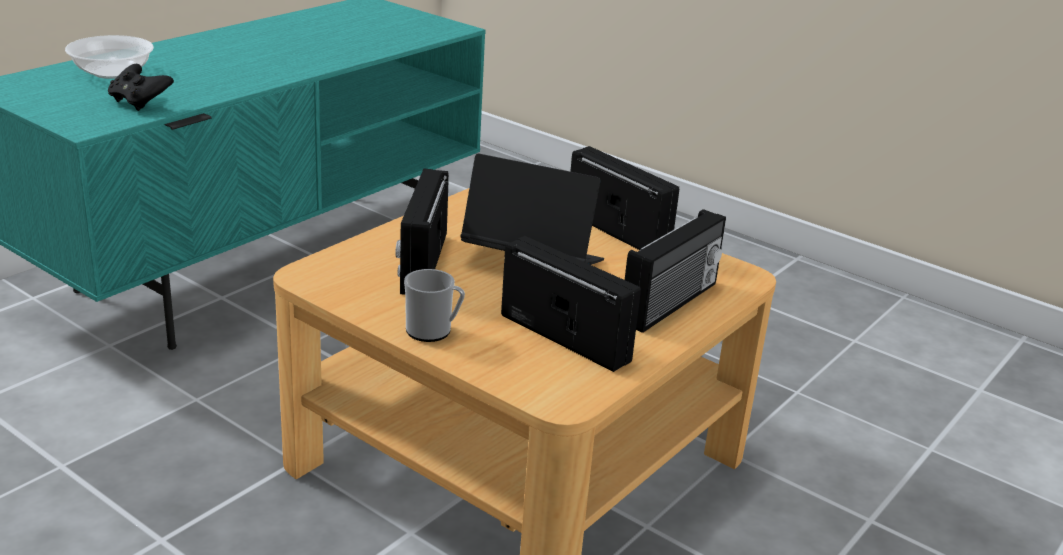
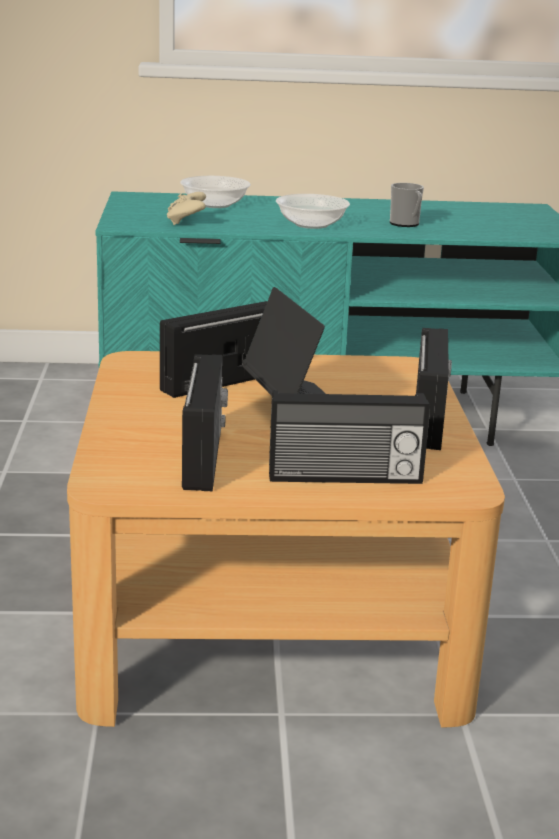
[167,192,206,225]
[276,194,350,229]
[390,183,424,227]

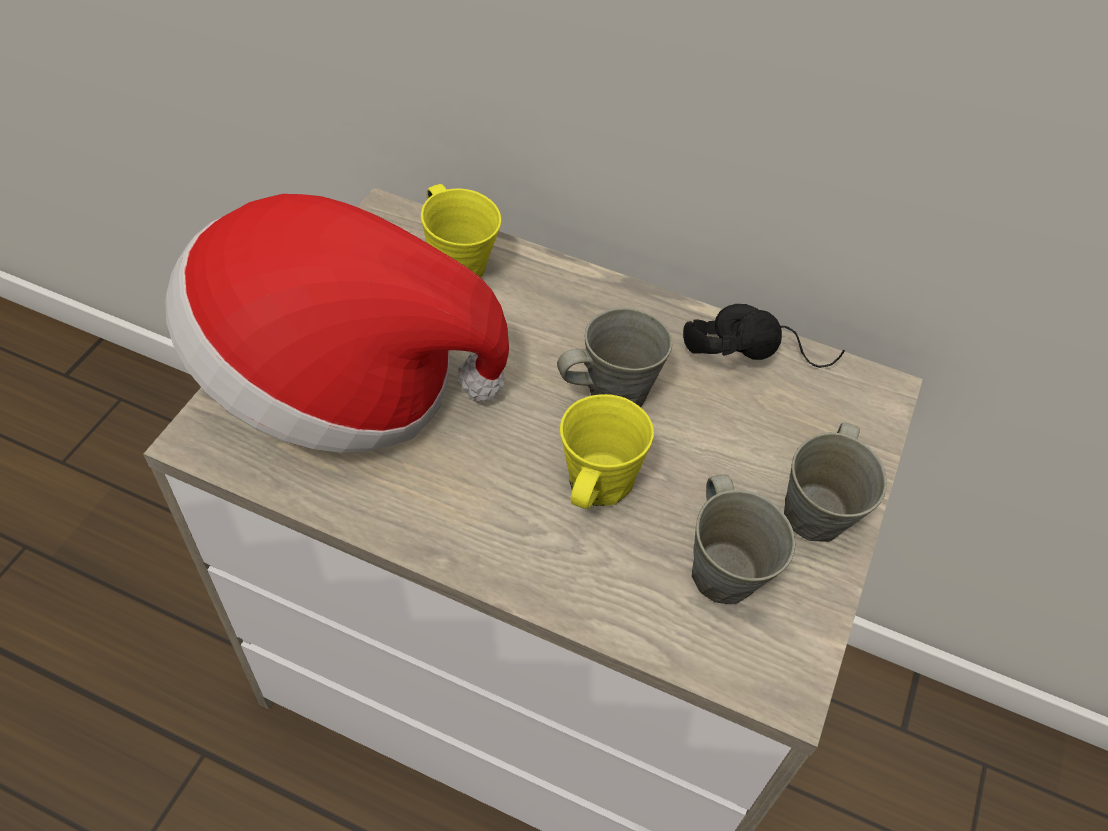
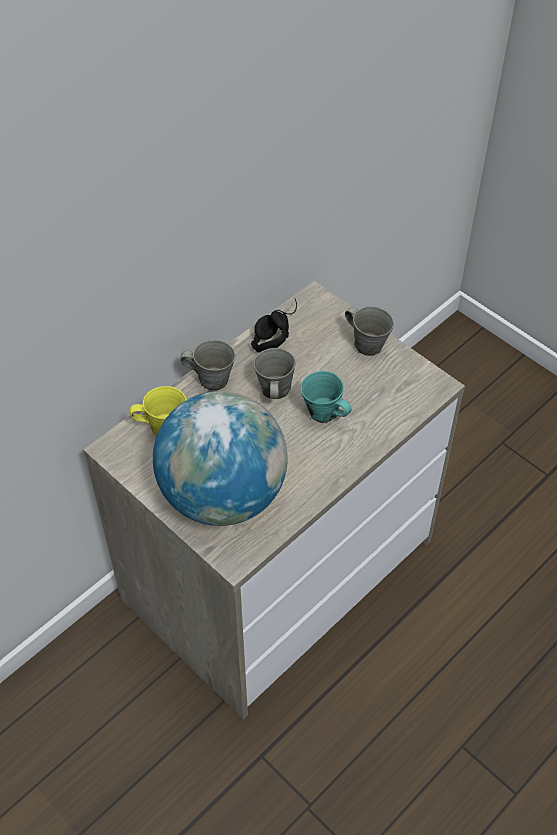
[153,391,288,526]
[180,340,235,390]
[301,371,352,423]

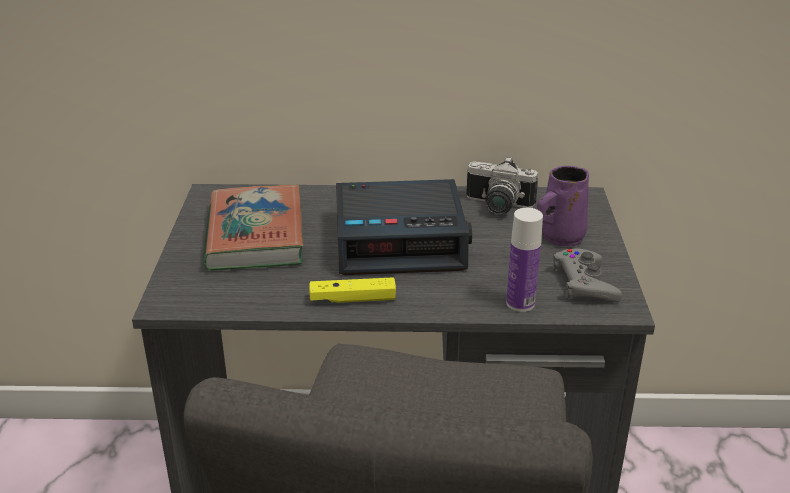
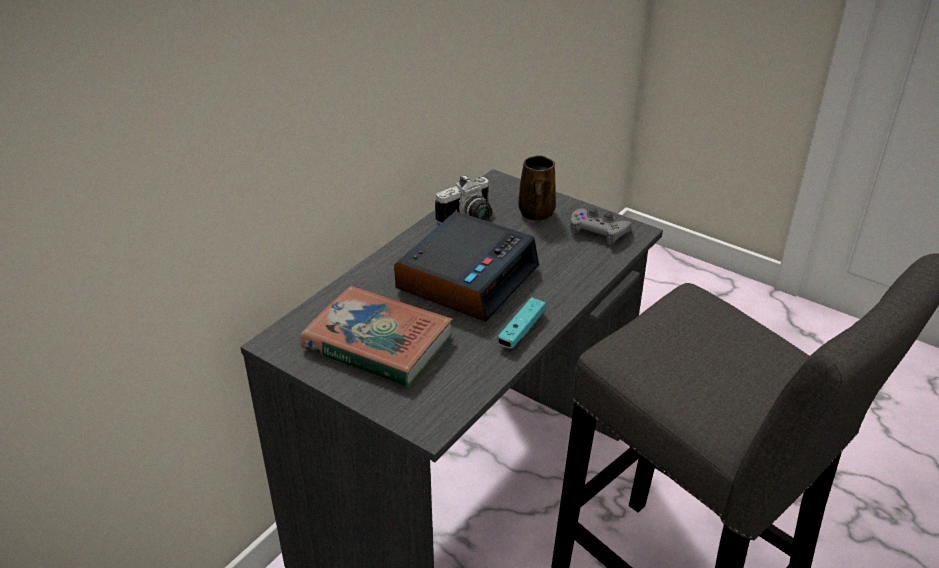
[497,297,546,349]
[518,155,556,220]
[506,208,543,312] (first image)

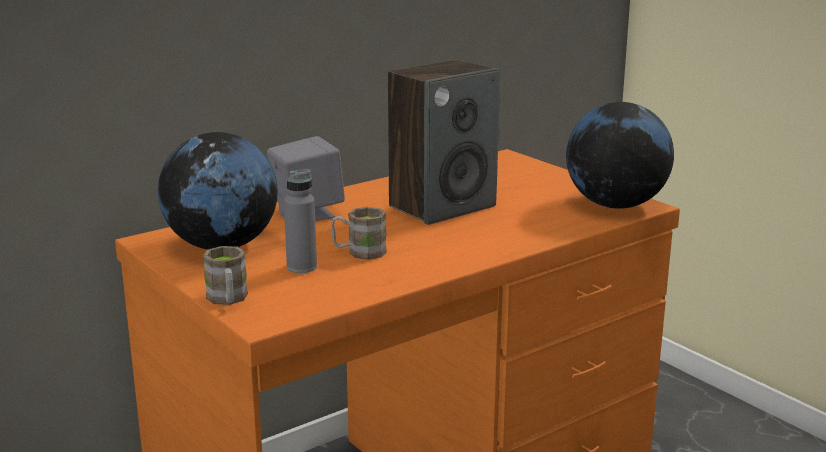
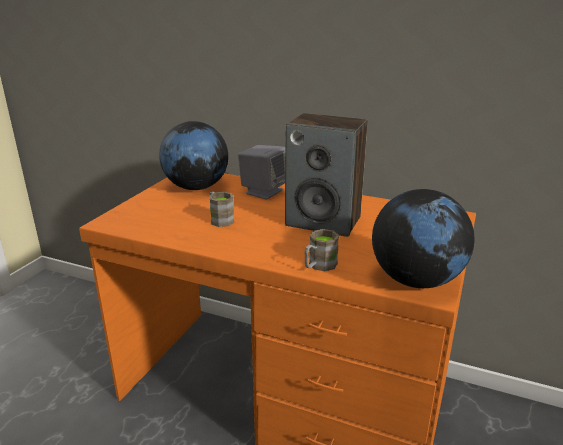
[304,229,339,271]
[284,169,317,273] (first image)

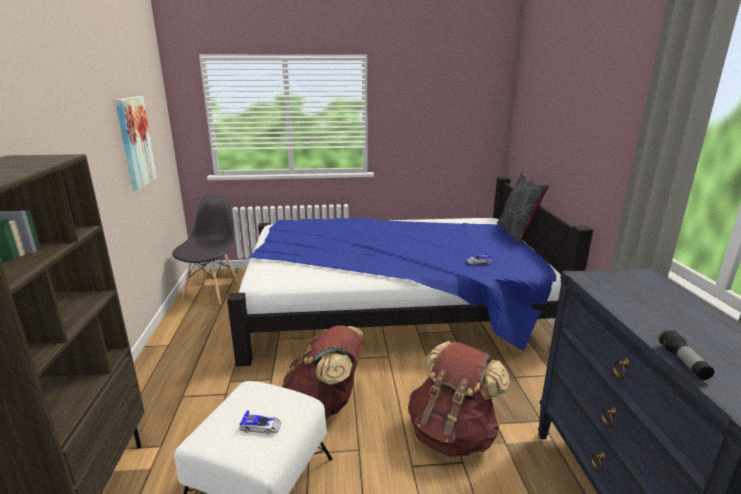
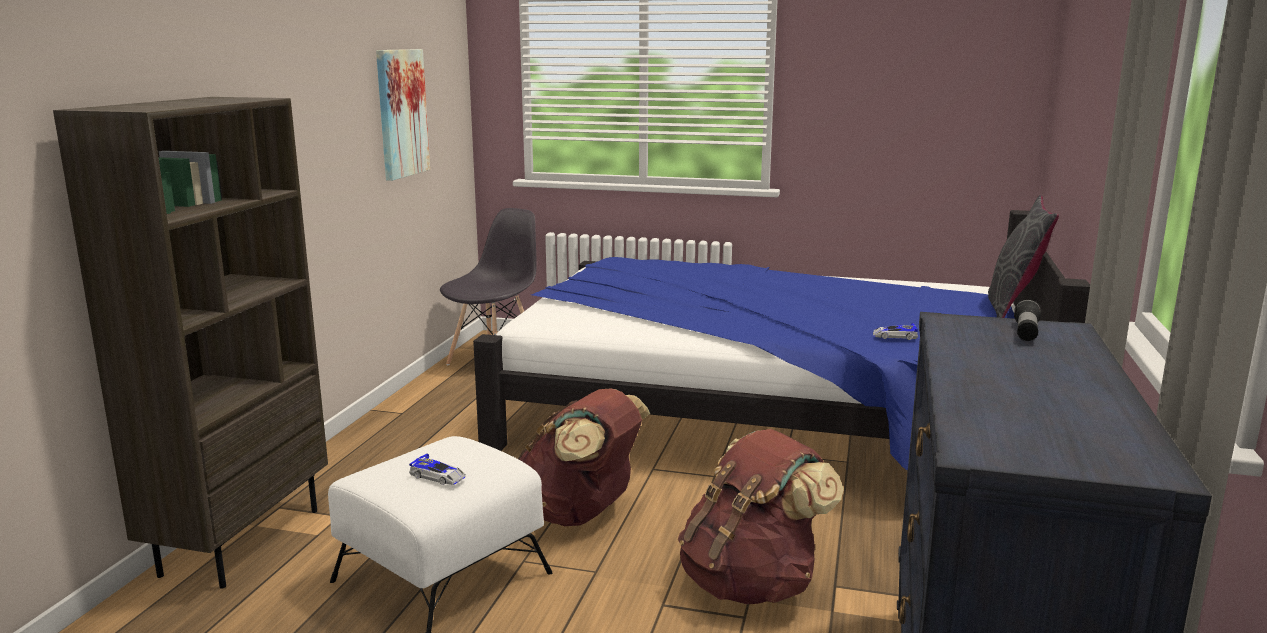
[1014,300,1041,341]

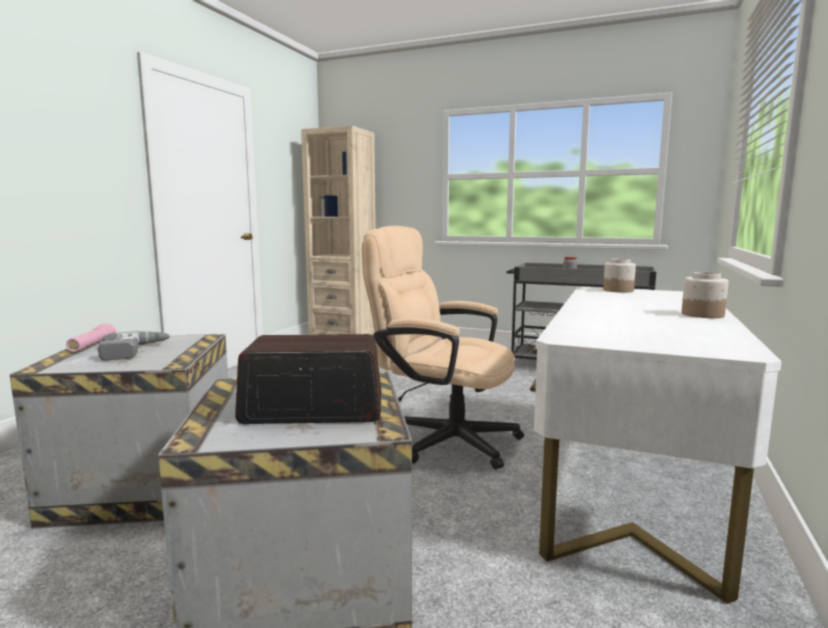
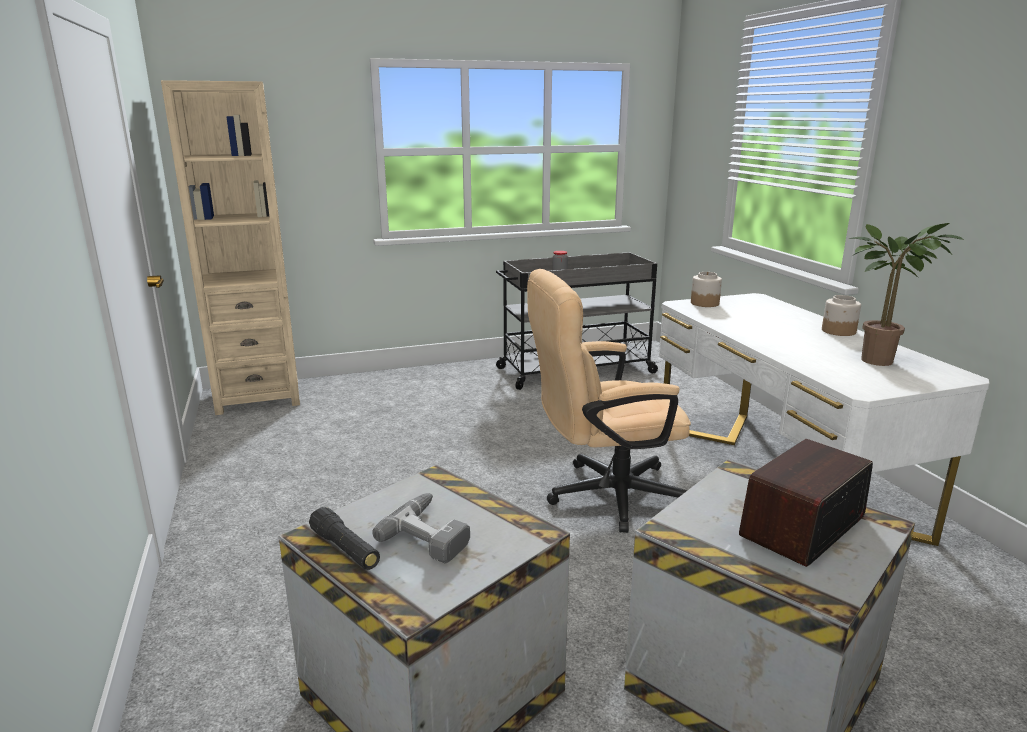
[309,507,380,570]
[848,223,964,366]

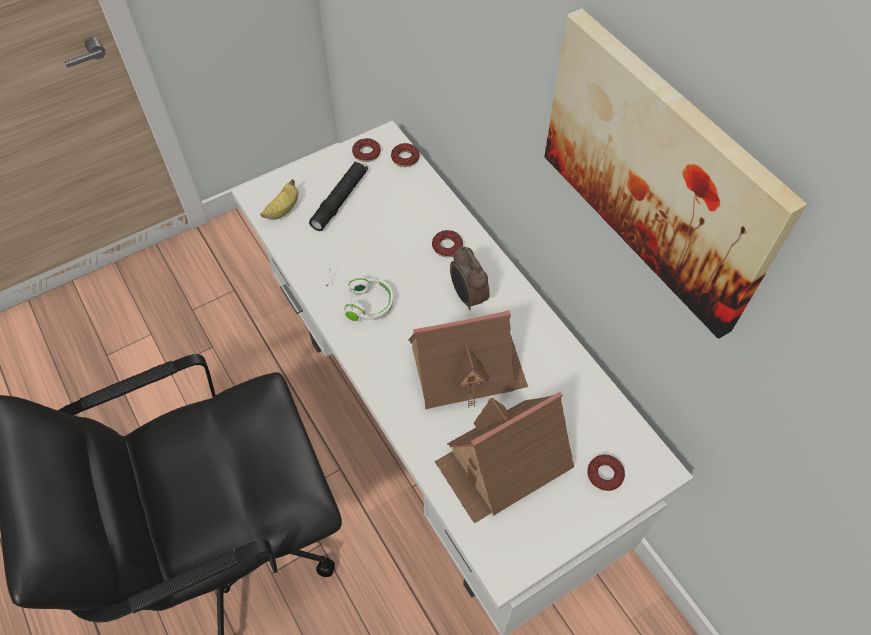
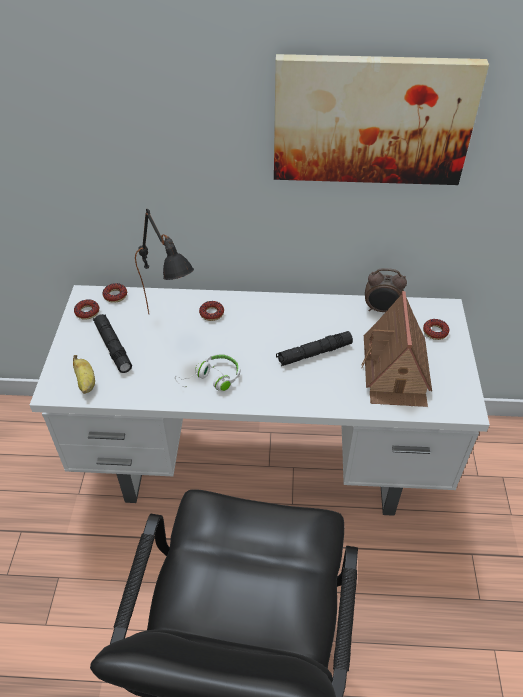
[135,209,194,315]
[276,331,353,366]
[365,268,407,312]

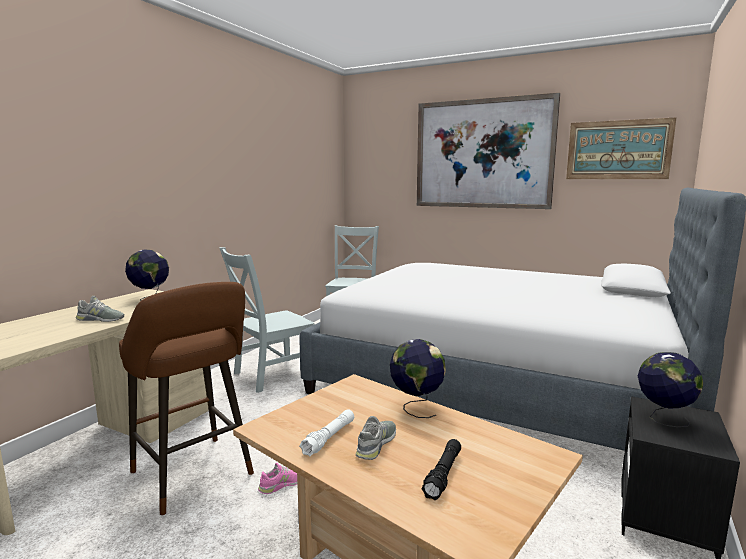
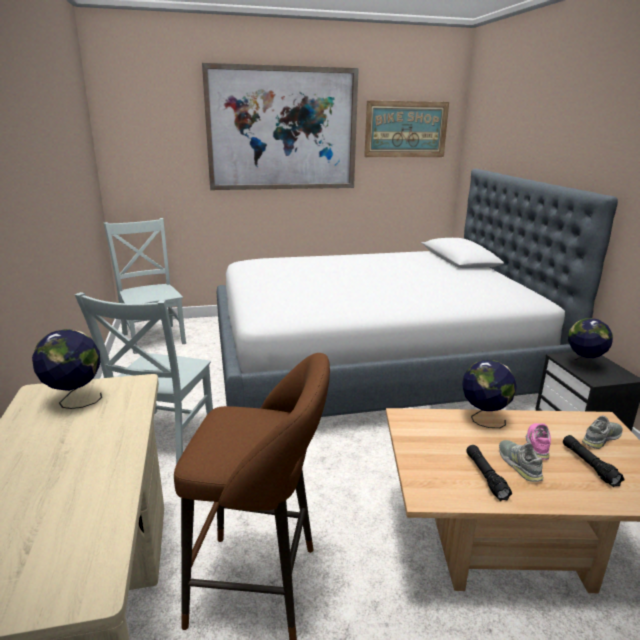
[466,445,512,501]
[526,423,551,460]
[582,416,623,449]

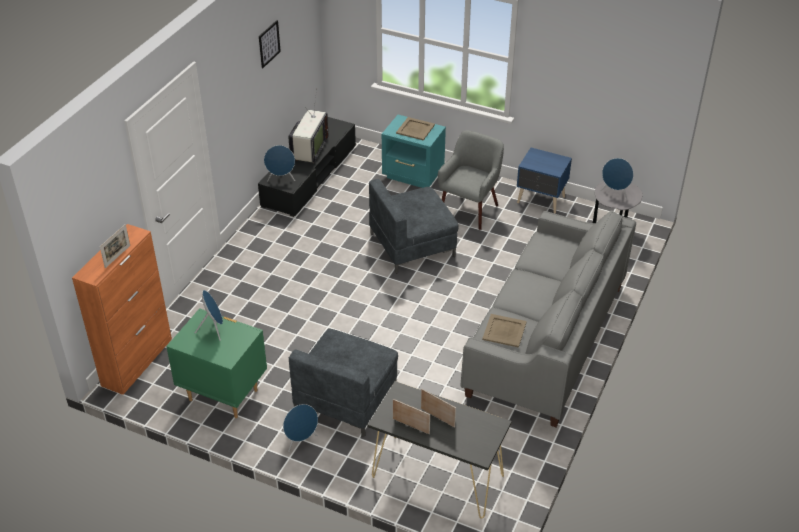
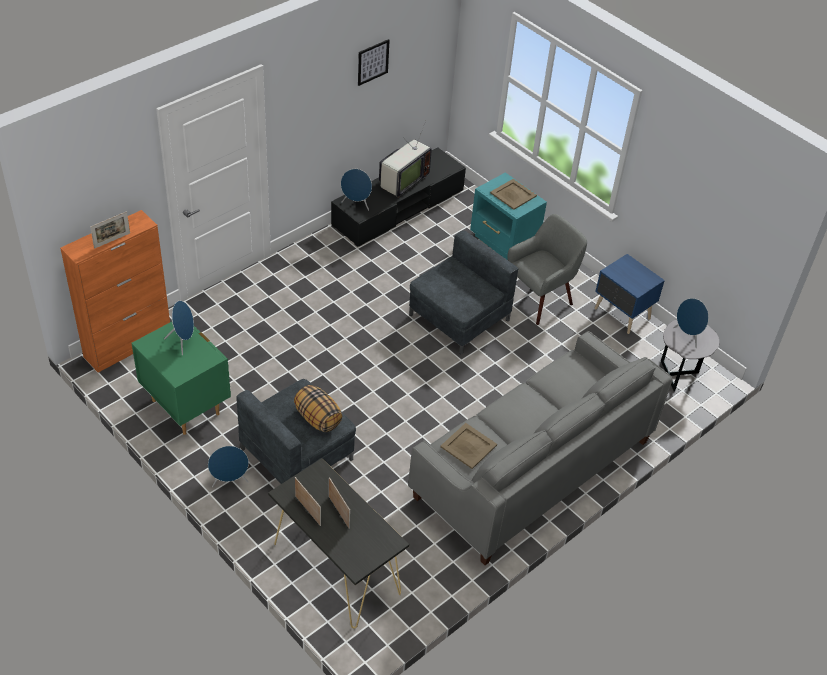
[294,385,342,432]
[409,230,518,355]

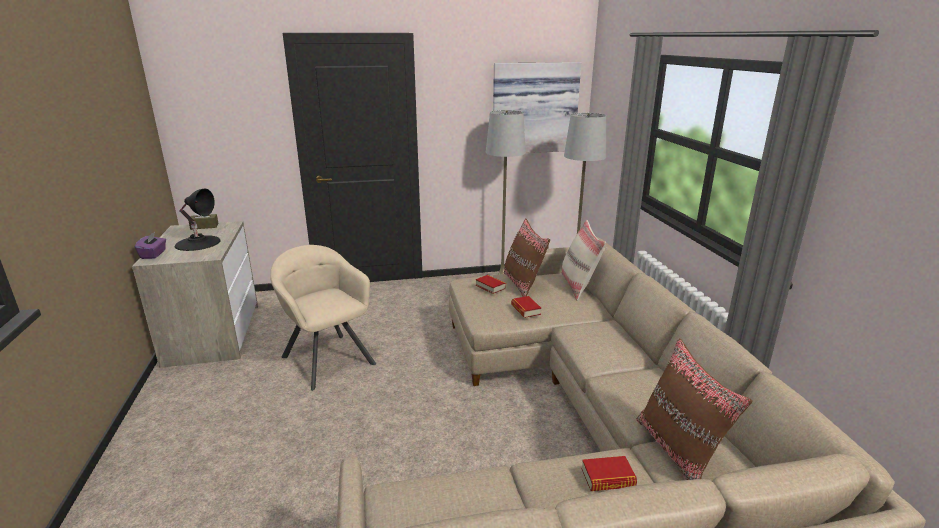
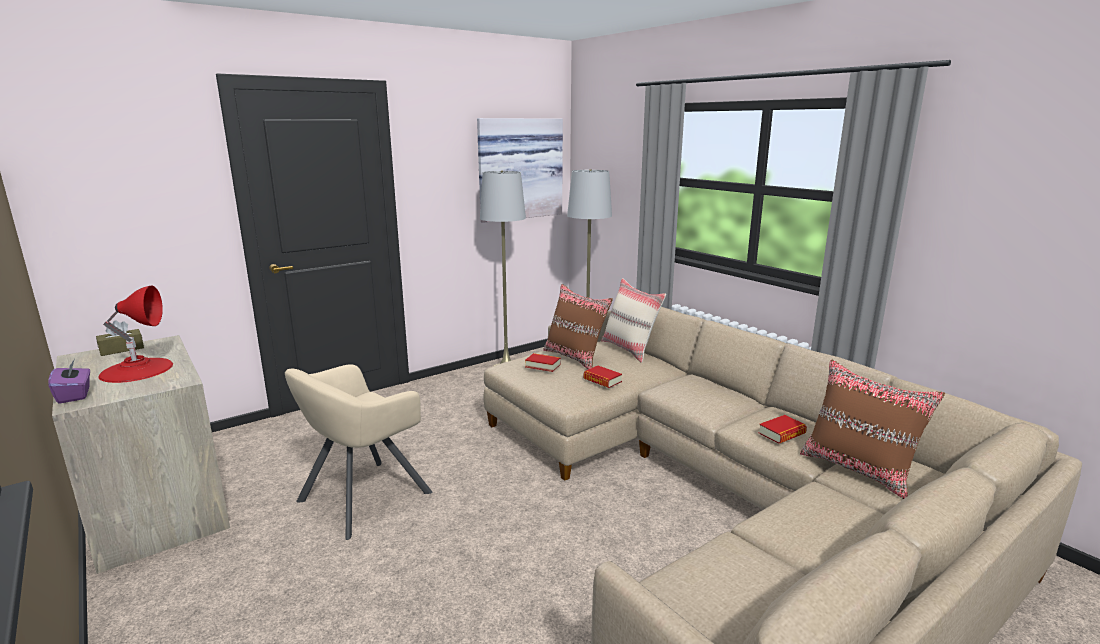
[98,286,173,383]
[285,364,433,540]
[759,415,807,444]

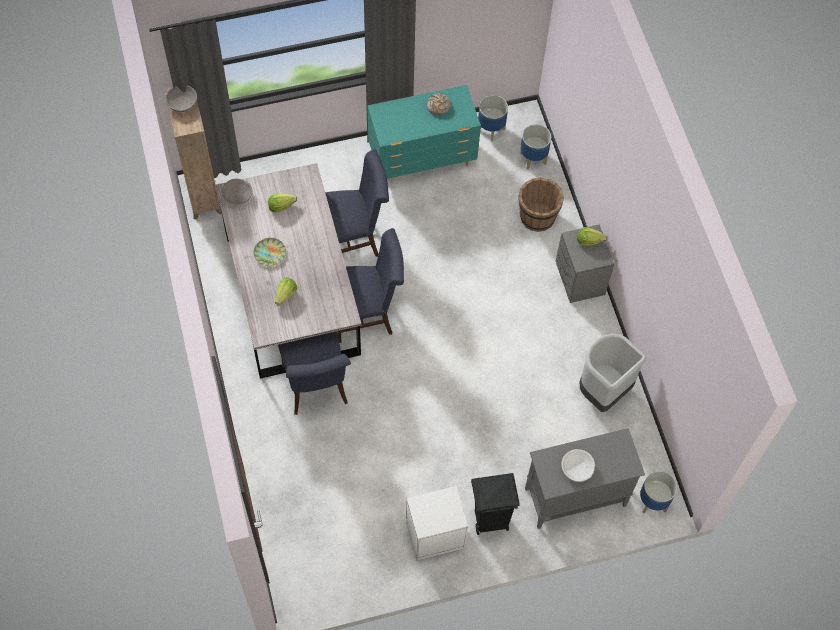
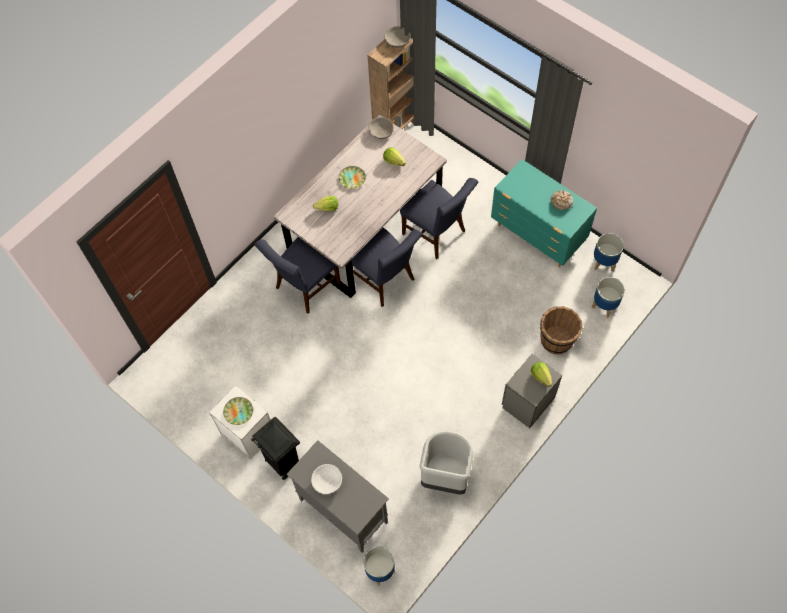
[223,397,253,425]

